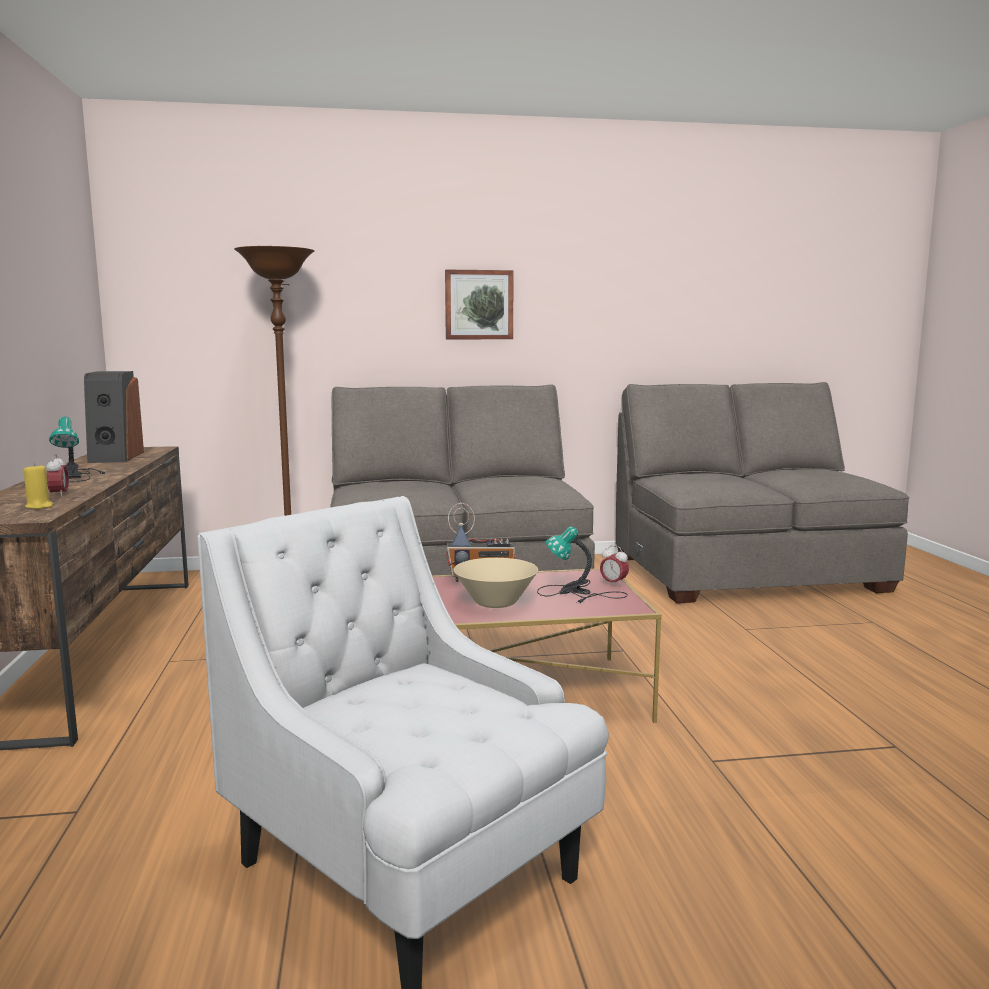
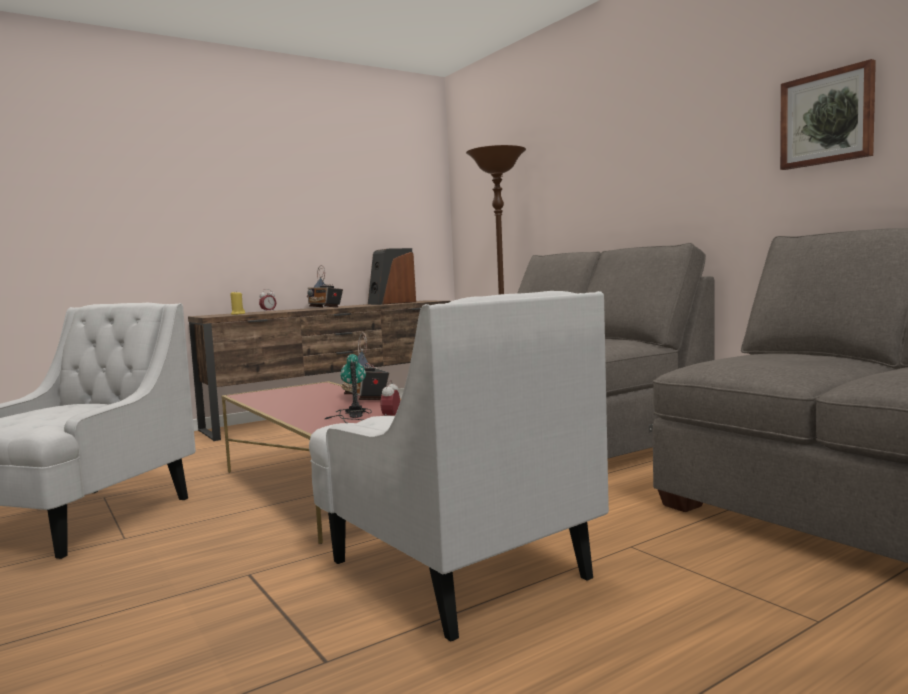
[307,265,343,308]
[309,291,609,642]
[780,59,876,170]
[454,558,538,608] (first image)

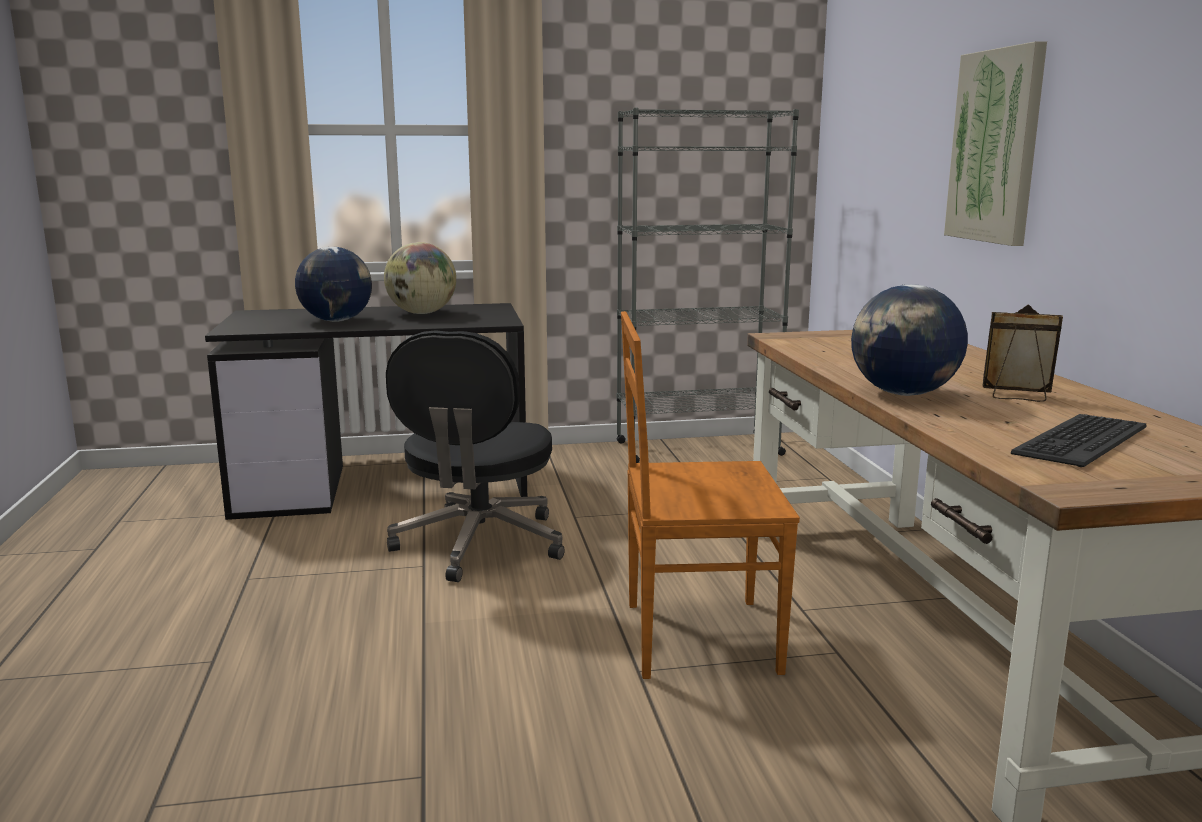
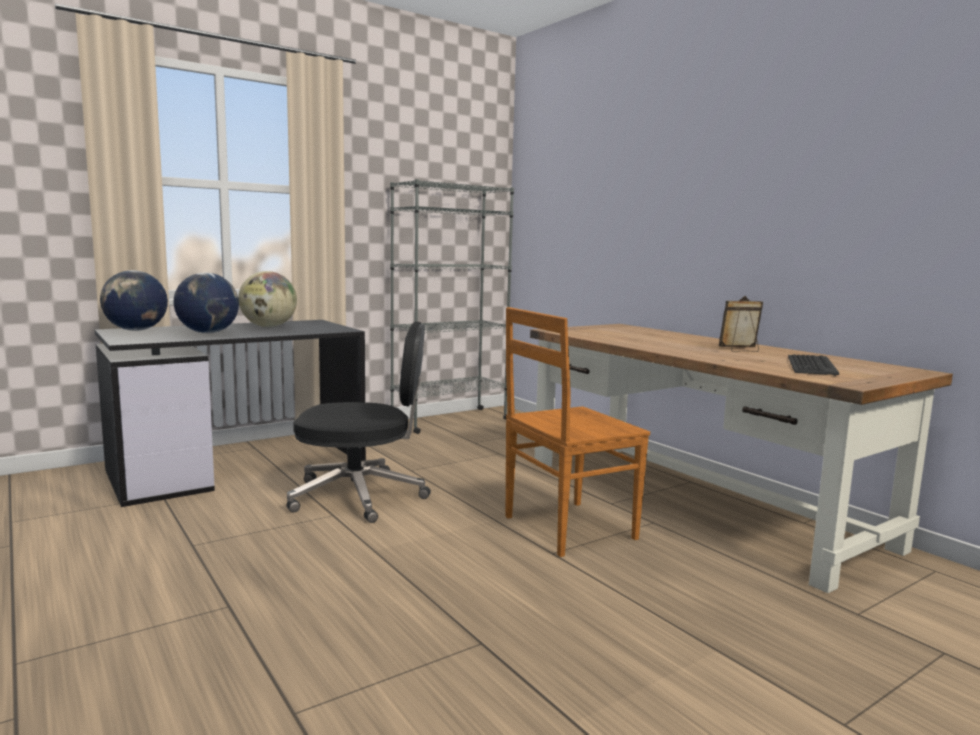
[100,270,168,331]
[287,321,431,523]
[944,41,1047,246] (first image)

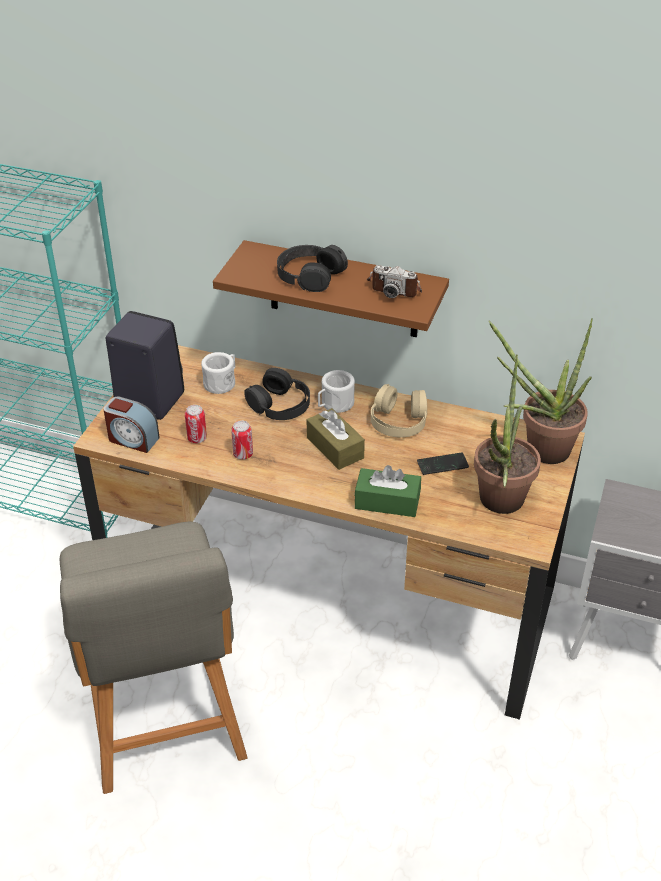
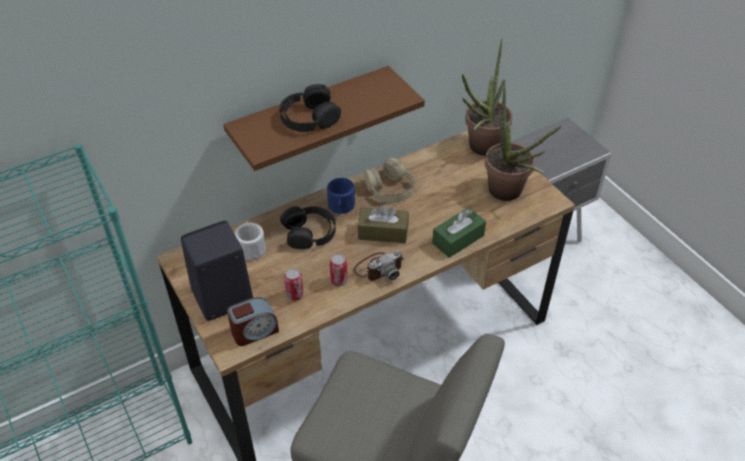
[327,178,355,215]
[354,251,404,281]
[417,452,469,475] (first image)

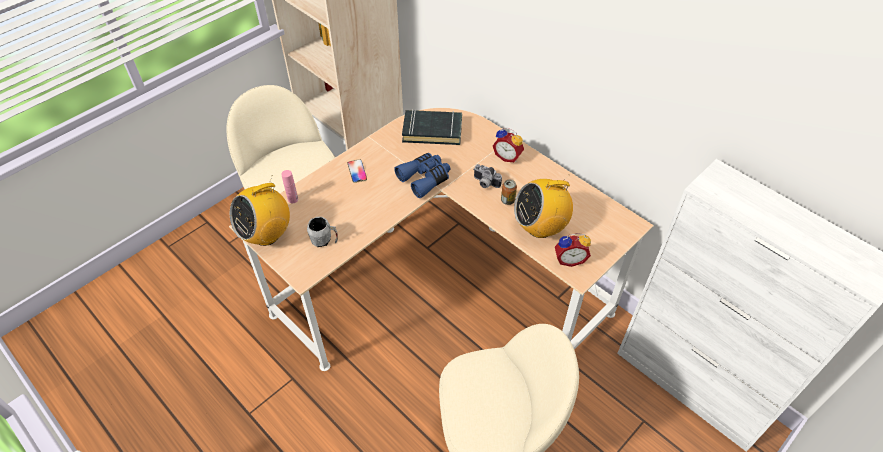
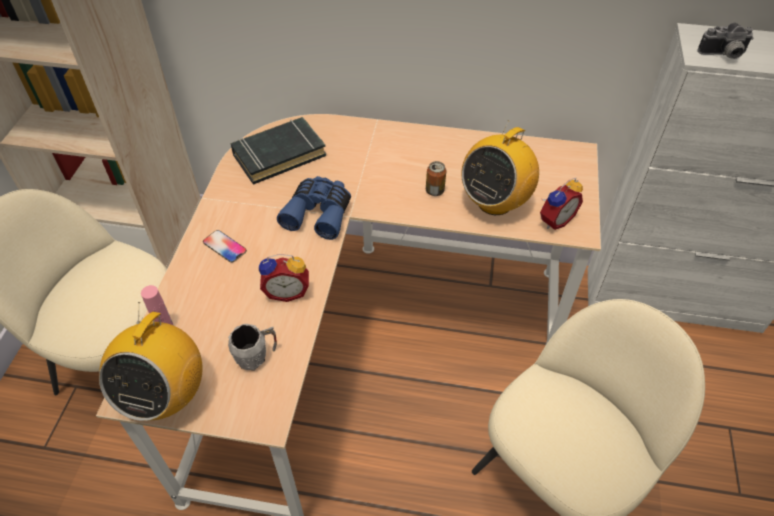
[259,254,309,302]
[697,22,754,59]

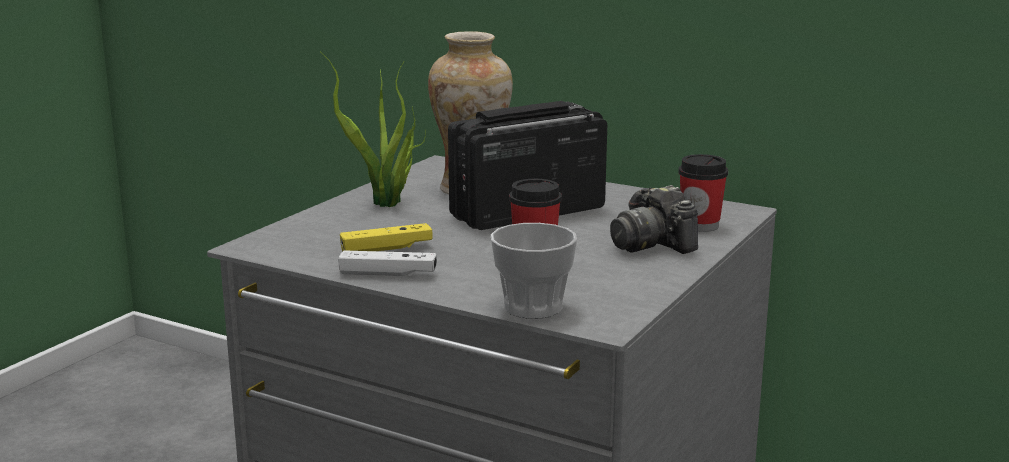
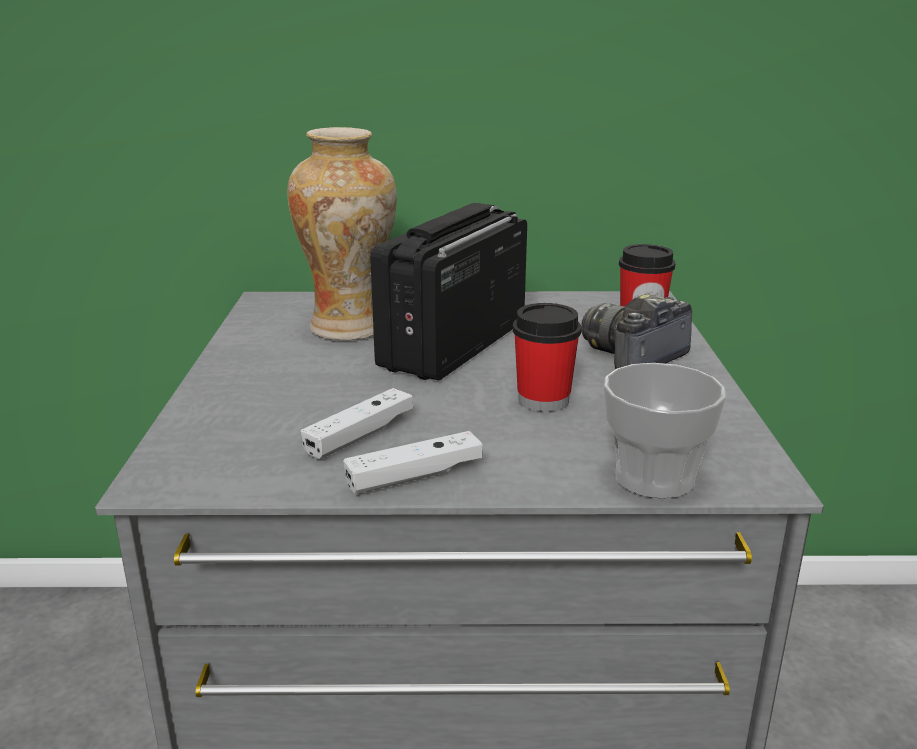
[301,388,413,459]
[581,294,692,369]
[320,51,426,207] (first image)

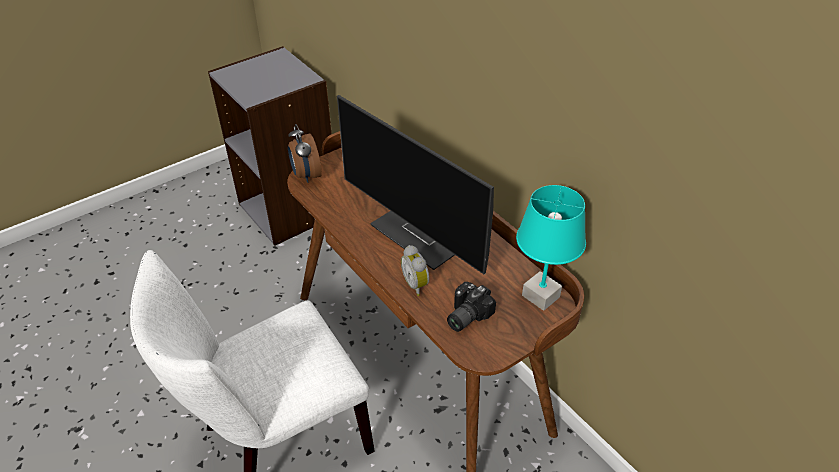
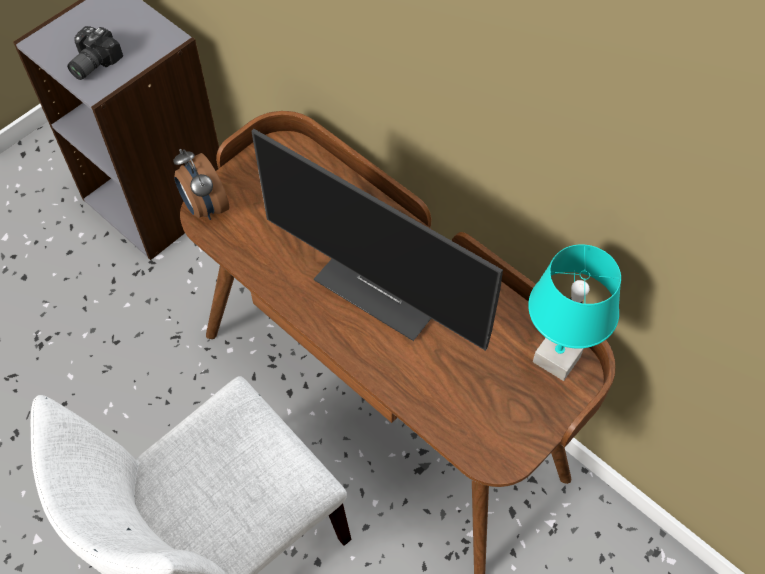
[67,26,123,80]
[401,245,429,296] (first image)

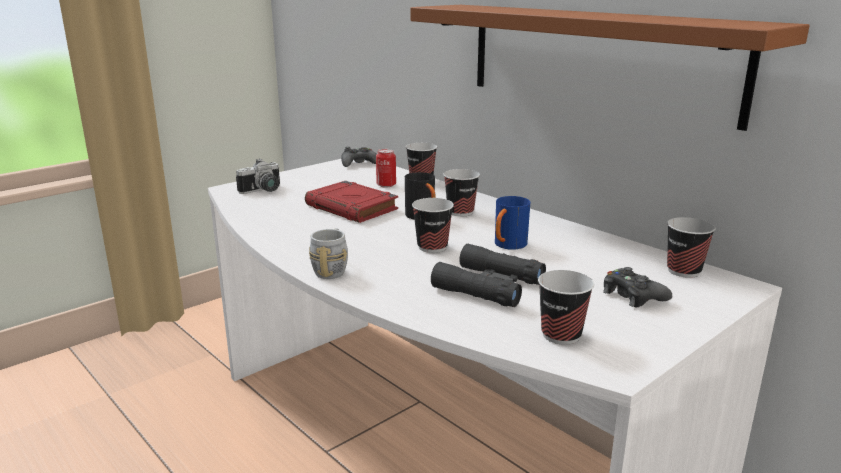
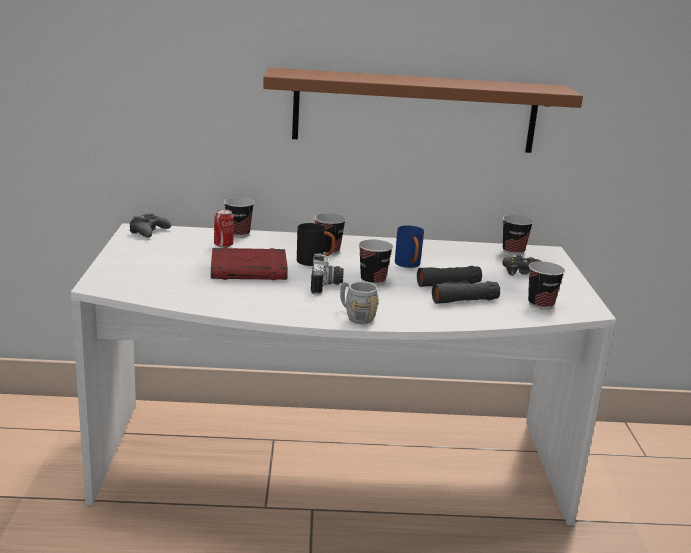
[311,253,344,295]

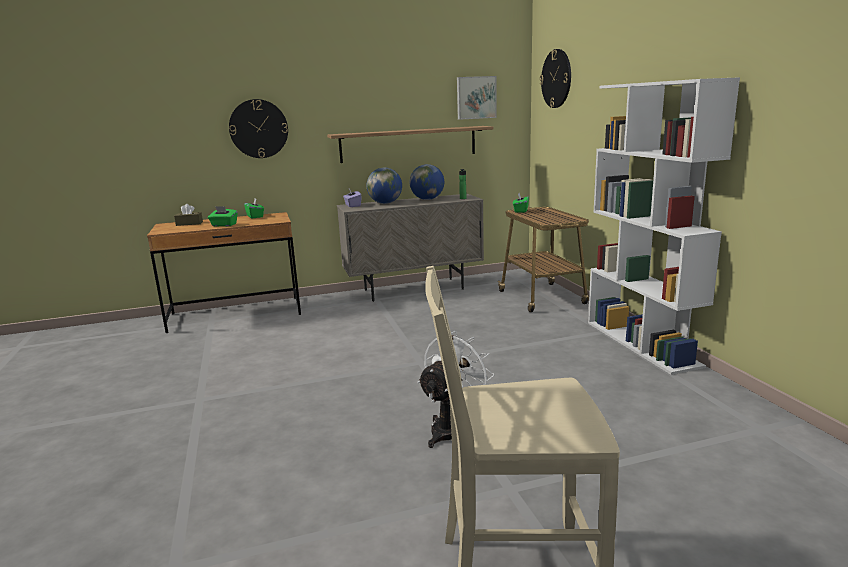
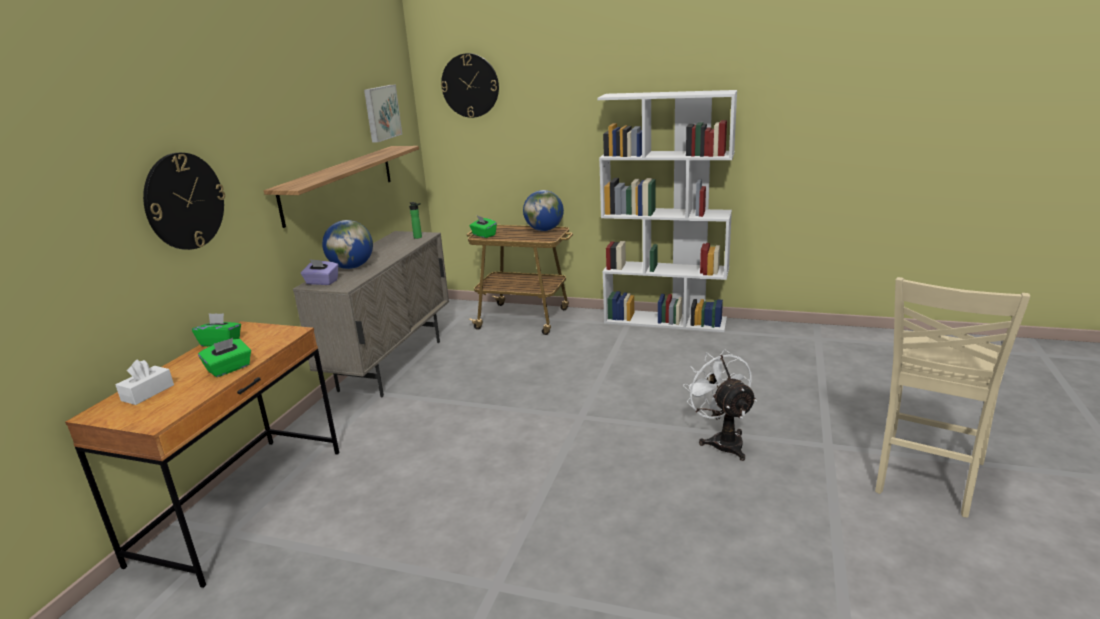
[116,359,174,405]
[523,190,564,231]

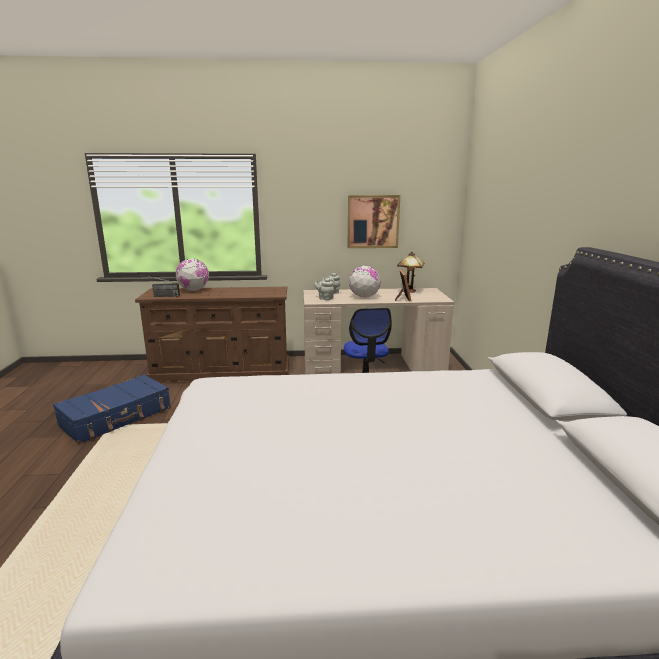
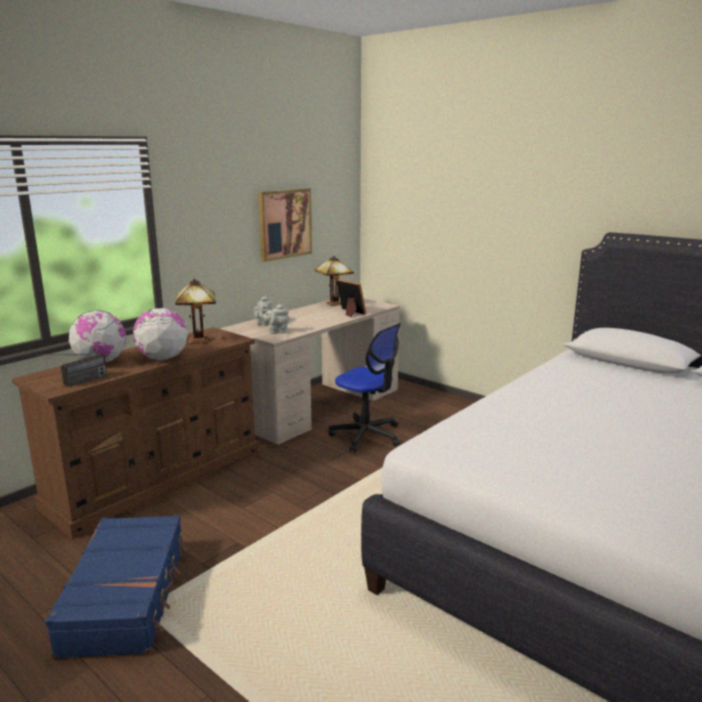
[133,308,188,361]
[175,279,216,344]

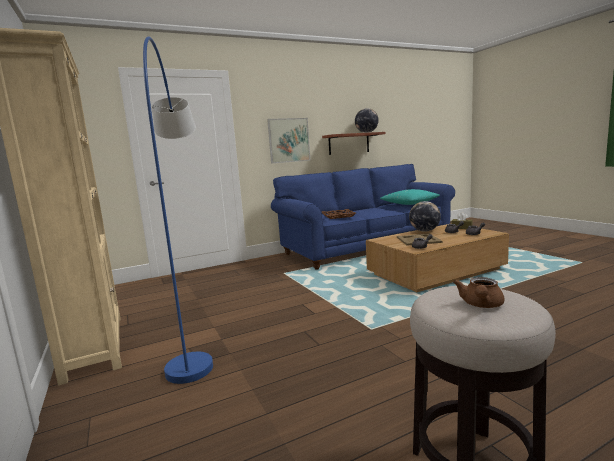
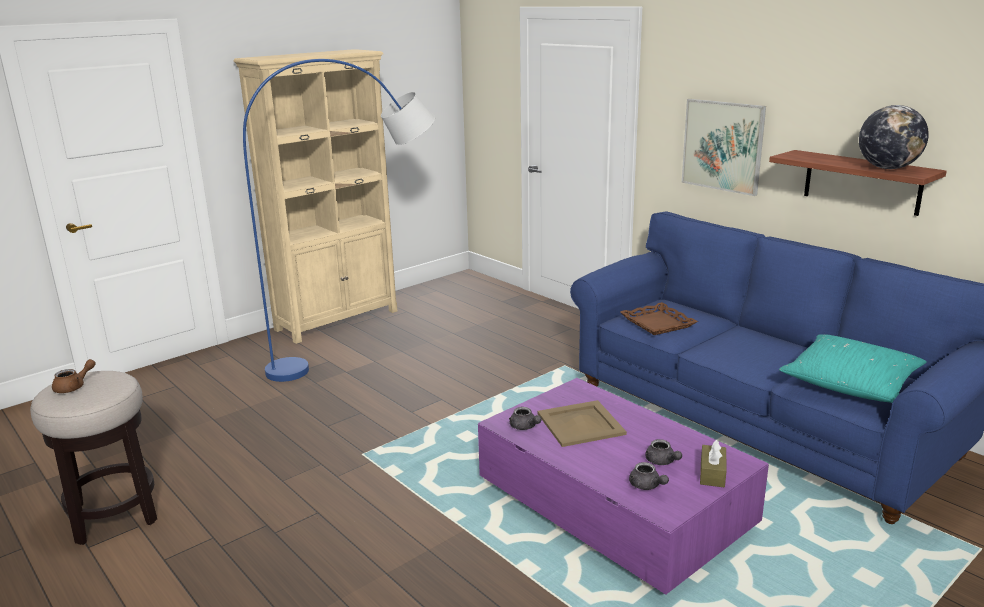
[52,359,96,393]
[478,378,769,595]
[409,201,441,232] (first image)

